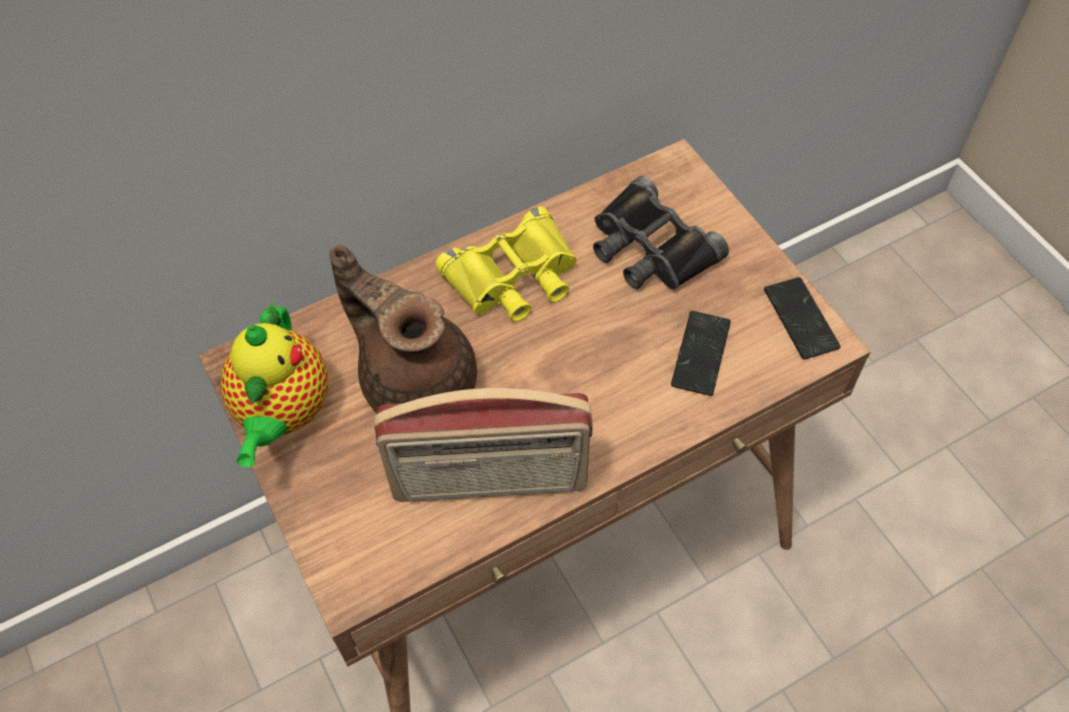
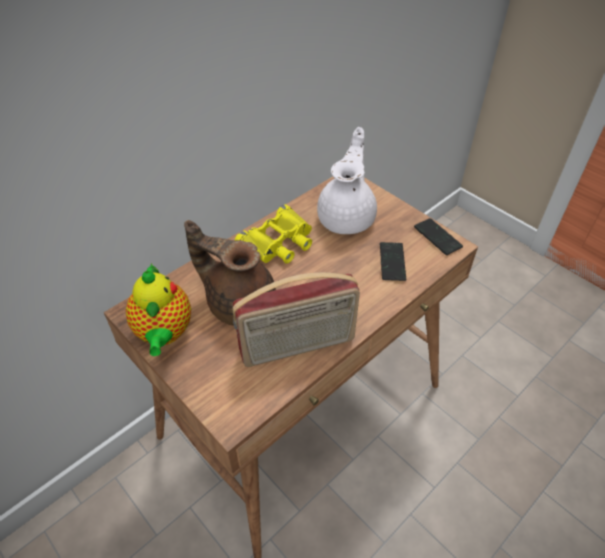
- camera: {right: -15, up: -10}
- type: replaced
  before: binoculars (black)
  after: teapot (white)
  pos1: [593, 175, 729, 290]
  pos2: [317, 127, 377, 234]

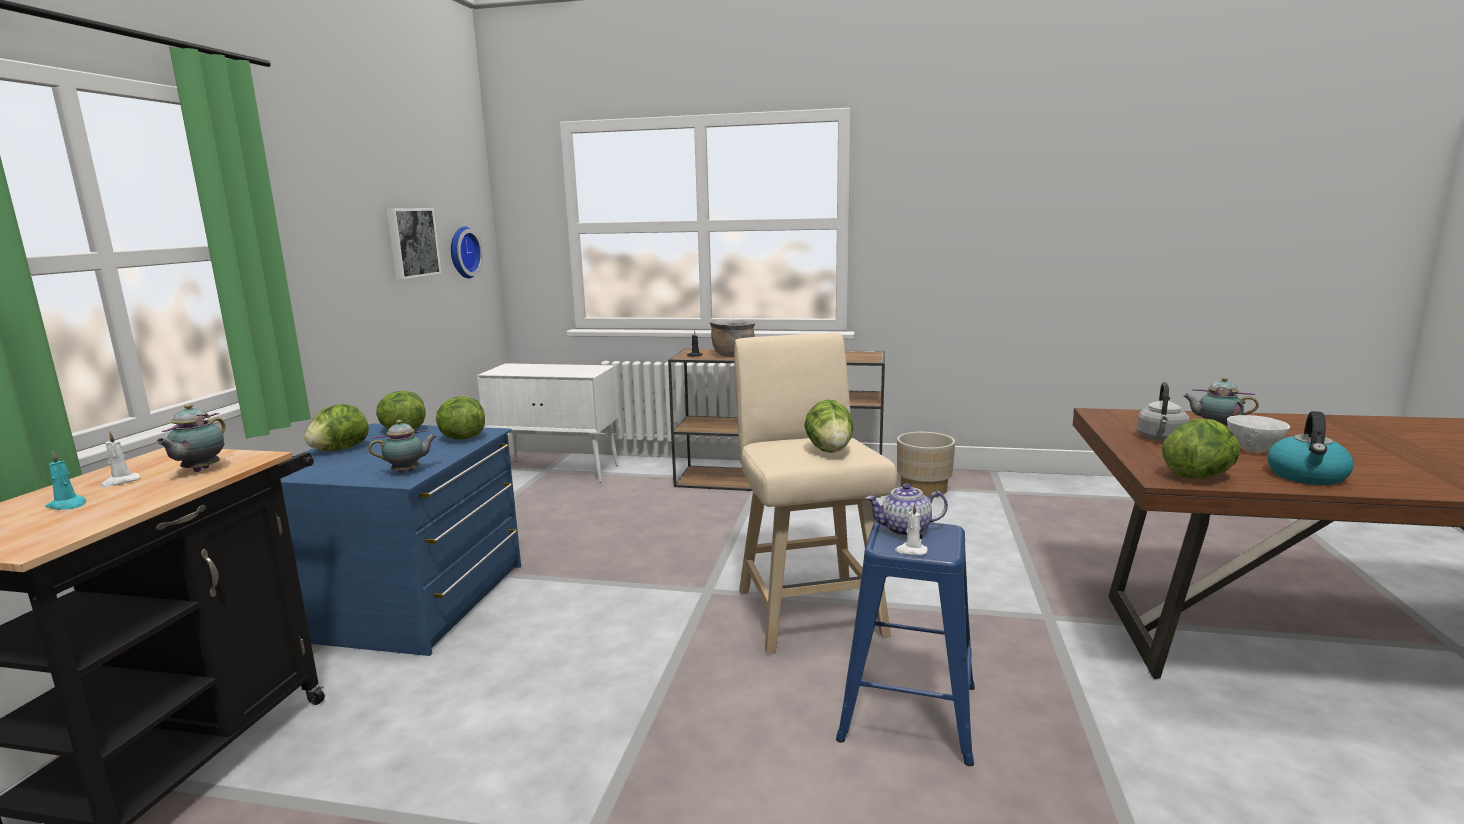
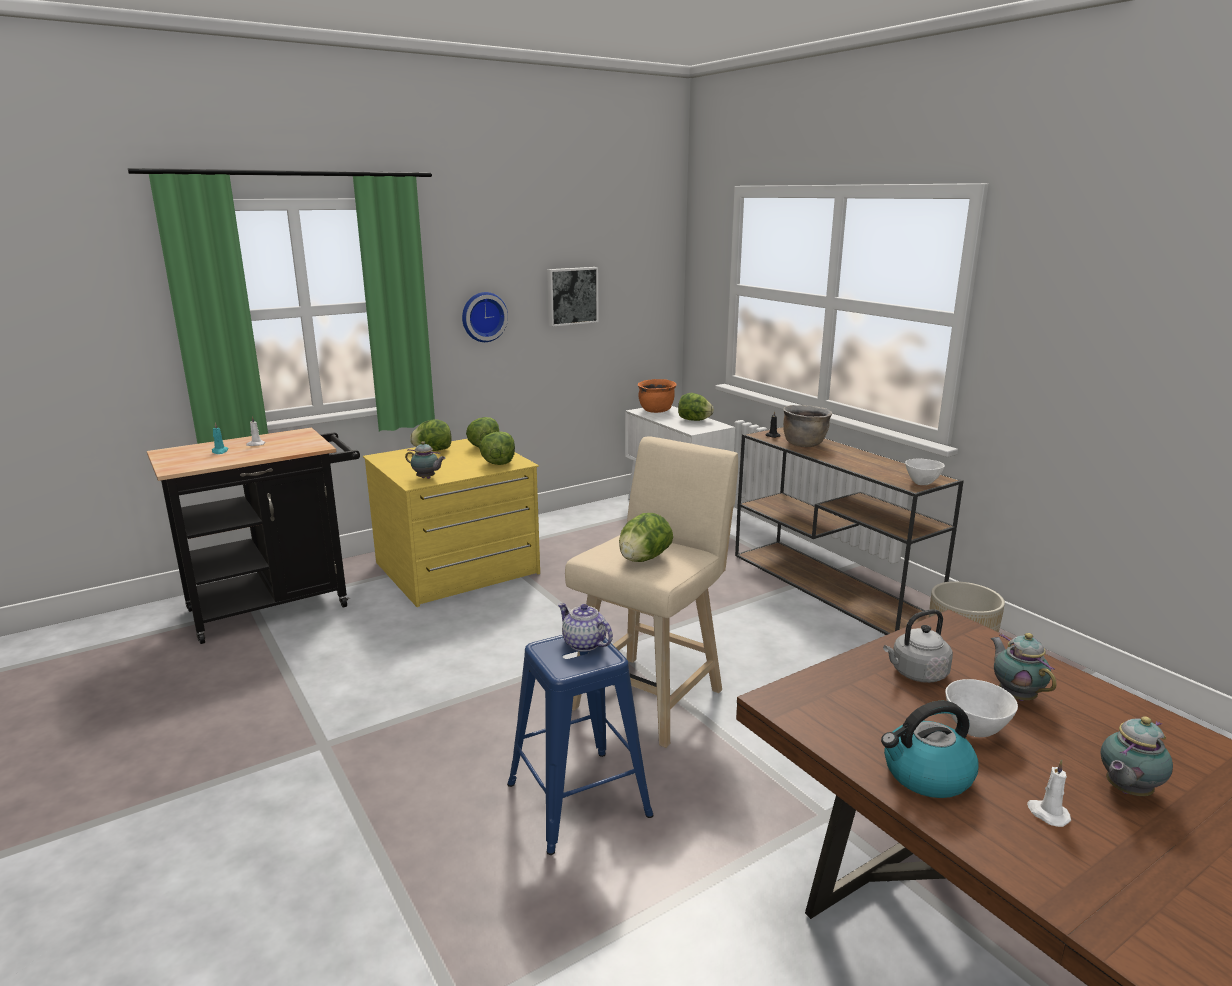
- camera: {right: 45, up: 5}
- type: moved
  before: wall clock
  pos1: [451, 226, 483, 278]
  pos2: [462, 292, 508, 342]
- type: moved
  before: teapot
  pos1: [155, 404, 225, 472]
  pos2: [1100, 716, 1173, 796]
- type: moved
  before: lettuce
  pos1: [1162, 419, 1240, 479]
  pos2: [678, 393, 714, 421]
- type: recoloured
  before: dresser (blue)
  after: dresser (yellow)
  pos1: [280, 423, 521, 656]
  pos2: [363, 439, 540, 607]
- type: moved
  before: candle (white)
  pos1: [895, 503, 928, 555]
  pos2: [1027, 760, 1071, 827]
- type: added
  after: cooking pot (orange)
  pos2: [638, 379, 677, 413]
- type: added
  after: bowl (white)
  pos2: [905, 458, 945, 485]

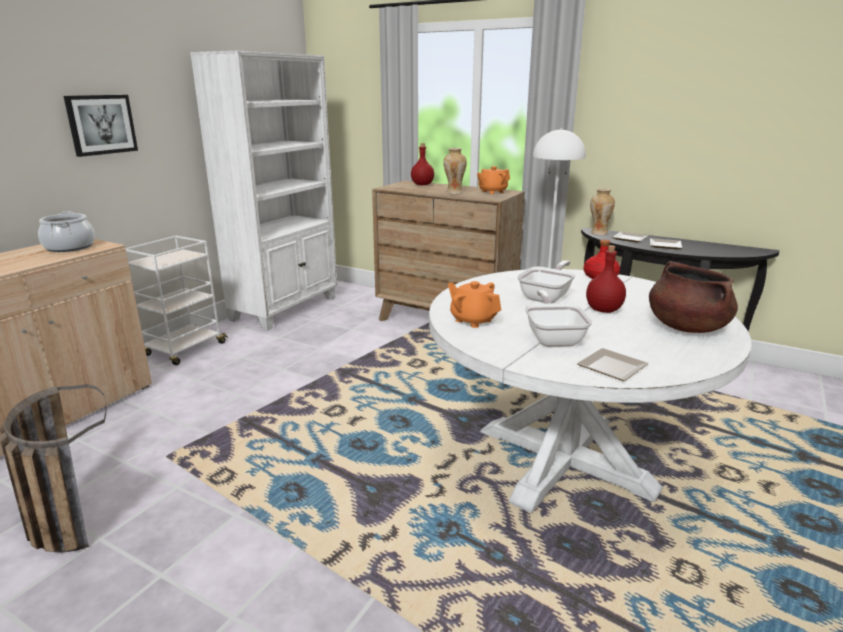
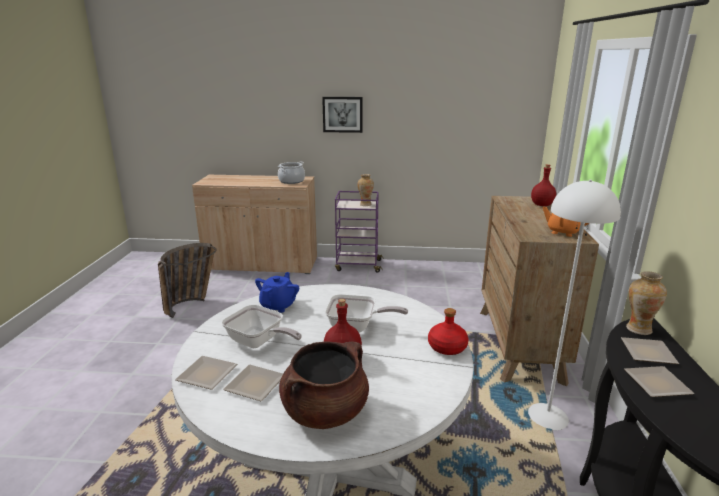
- camera: {right: 65, up: 0}
- type: removed
  before: bookcase (white)
  pos1: [190, 51, 337, 331]
- type: moved
  before: vase
  pos1: [443, 148, 467, 195]
  pos2: [357, 174, 374, 206]
- type: recoloured
  before: cart (white)
  after: cart (purple)
  pos1: [126, 236, 228, 365]
  pos2: [335, 191, 383, 273]
- type: recoloured
  before: teapot (orange)
  after: teapot (blue)
  pos1: [448, 281, 501, 328]
  pos2: [255, 272, 299, 313]
- type: turned
  before: frying pan
  pos1: [525, 290, 593, 347]
  pos2: [221, 305, 302, 348]
  turn: 60
- type: added
  after: plate
  pos2: [223, 364, 283, 401]

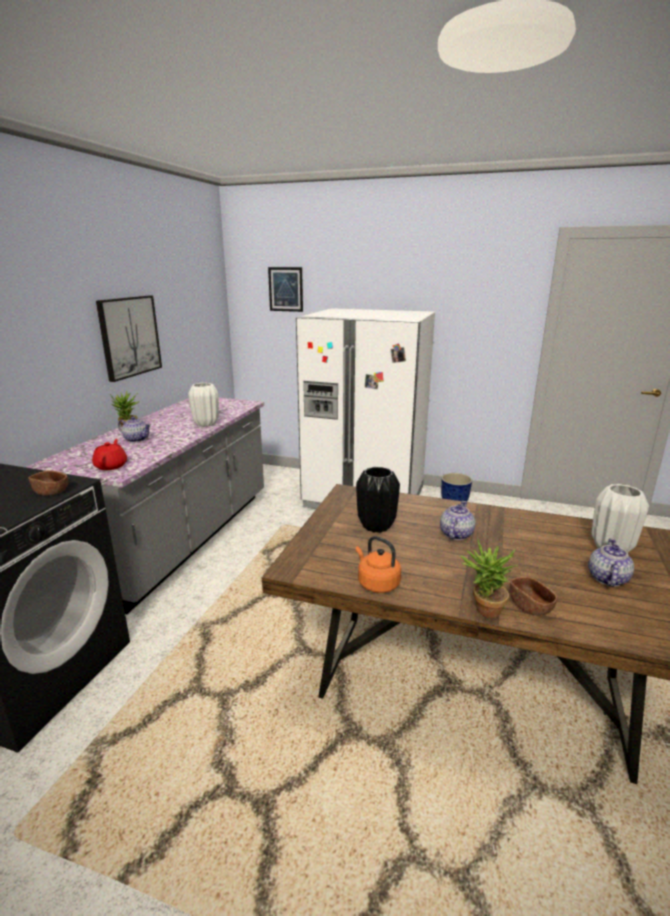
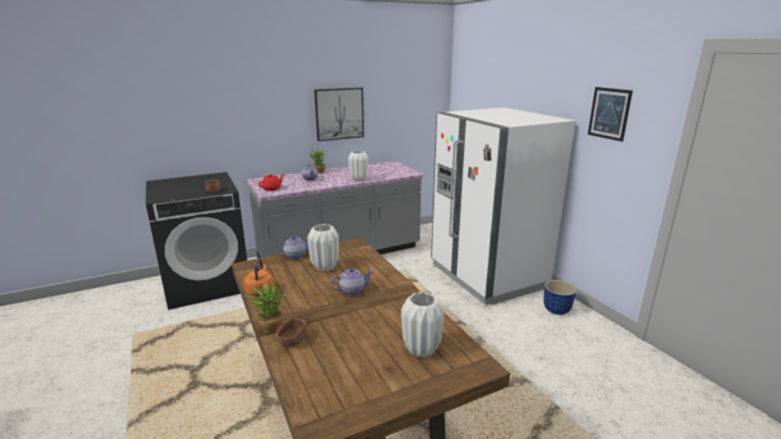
- camera: {right: 45, up: 0}
- type: moved
  before: picture
  pos1: [268, 267, 303, 312]
  pos2: [588, 87, 633, 142]
- type: recoloured
  before: vase (black)
  after: vase (white)
  pos1: [356, 467, 400, 533]
  pos2: [307, 224, 339, 271]
- type: moved
  before: teapot
  pos1: [588, 538, 634, 587]
  pos2: [275, 236, 309, 260]

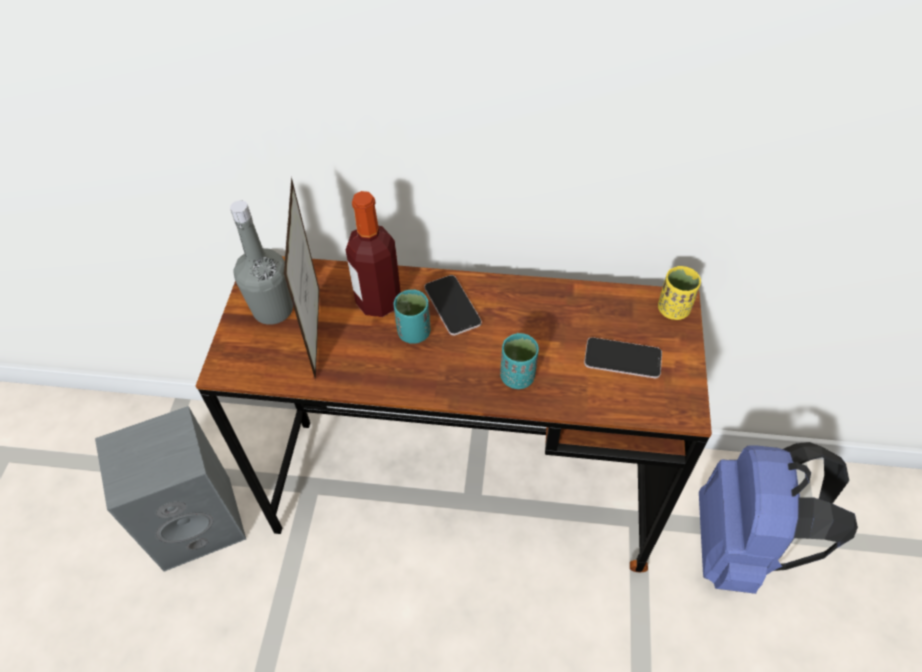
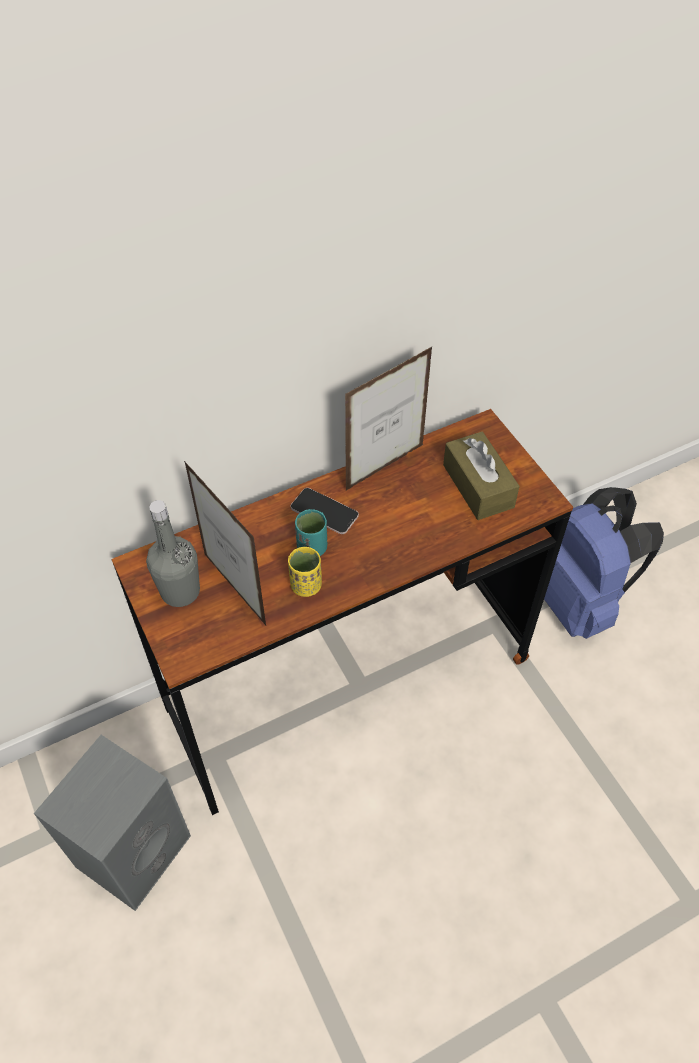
- camera: {right: -35, up: 0}
- type: removed
  before: bottle
  pos1: [346, 191, 401, 317]
- type: moved
  before: cup (yellow)
  pos1: [658, 266, 701, 320]
  pos2: [288, 547, 322, 597]
- type: removed
  before: cup (turquoise)
  pos1: [500, 333, 539, 389]
- type: replaced
  before: phone
  after: tissue box (brown)
  pos1: [584, 337, 662, 378]
  pos2: [443, 432, 520, 520]
- type: added
  after: picture frame
  pos2: [345, 347, 432, 490]

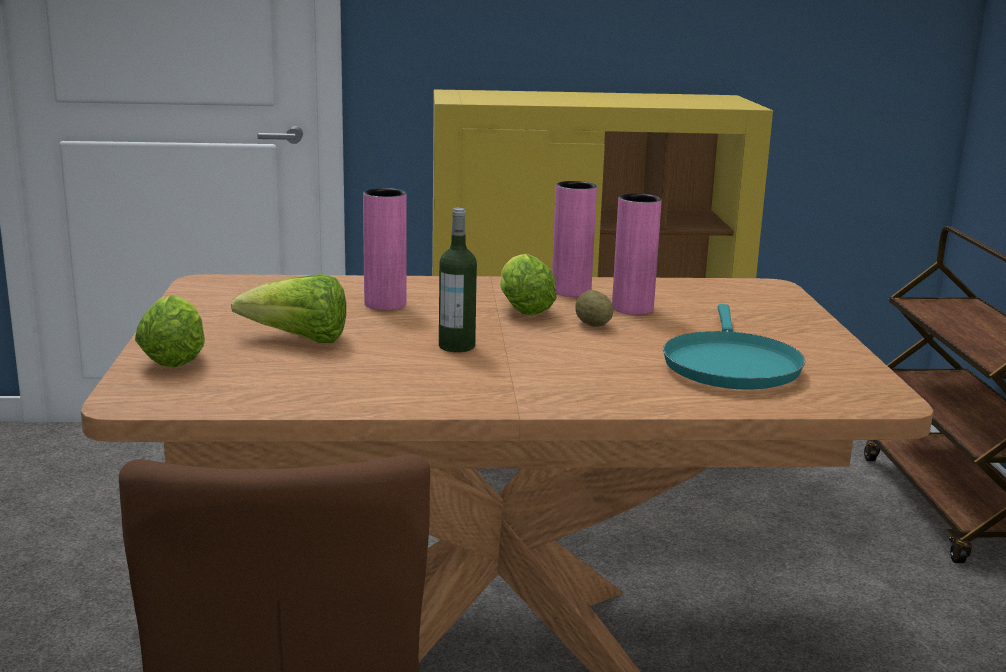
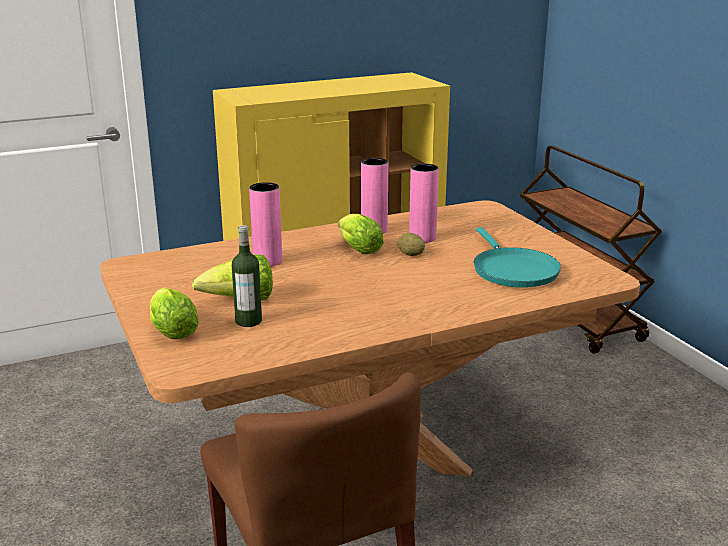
- camera: {right: -20, up: 5}
- type: moved
  before: bottle
  pos1: [439, 208, 477, 352]
  pos2: [232, 225, 262, 327]

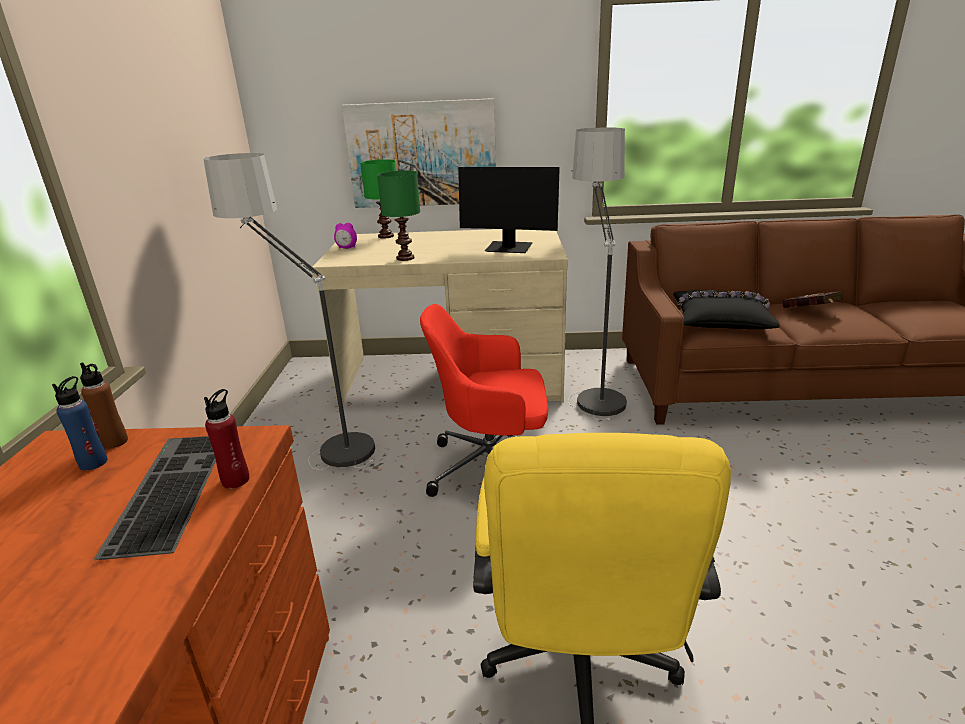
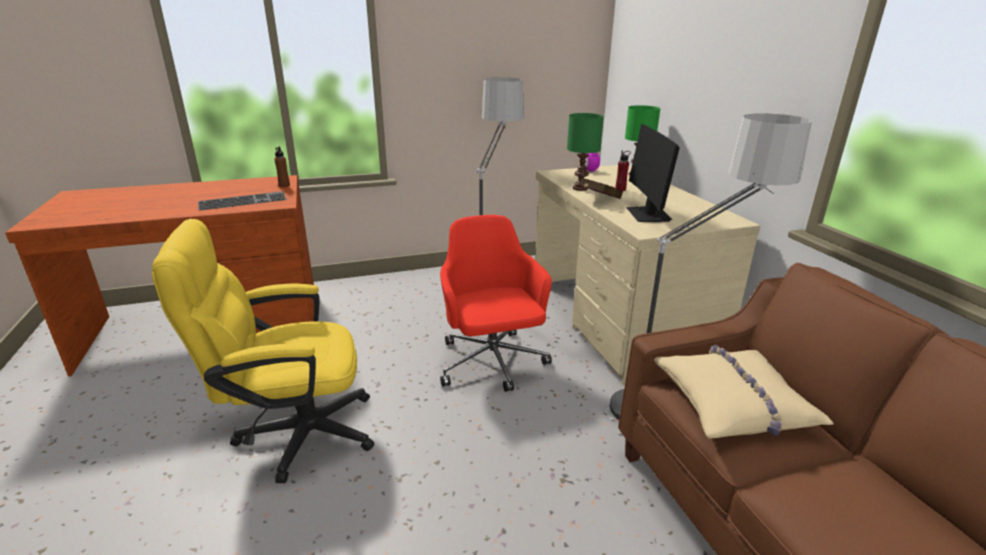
- camera: {right: 70, up: 0}
- type: removed
  before: picture
  pos1: [342, 98, 496, 208]
- type: recoloured
  before: pillow (black)
  after: pillow (beige)
  pos1: [673, 290, 780, 329]
  pos2: [654, 345, 834, 439]
- type: moved
  before: book (red)
  pos1: [782, 291, 844, 308]
  pos2: [579, 178, 623, 199]
- type: removed
  before: bottle (blue)
  pos1: [52, 376, 108, 471]
- type: moved
  before: bottle (red)
  pos1: [204, 389, 250, 489]
  pos2: [615, 151, 631, 191]

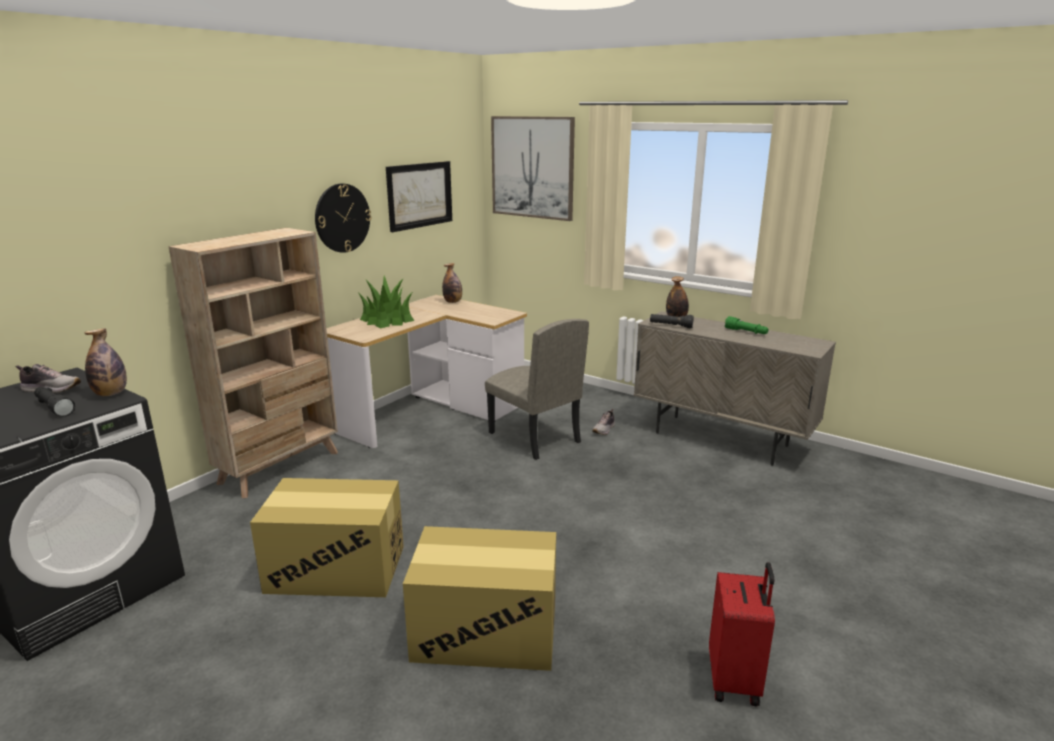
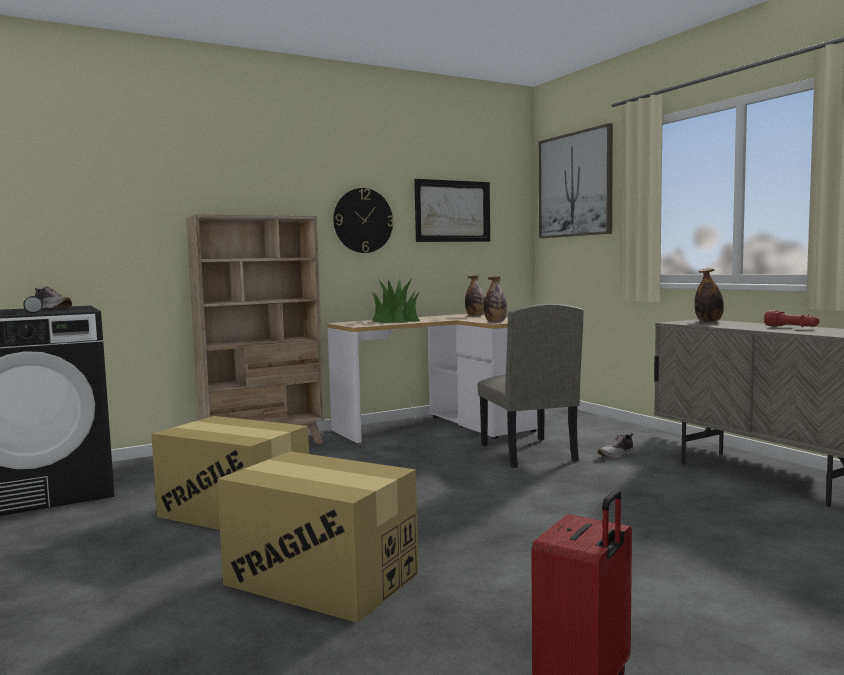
- camera: {right: 25, up: -15}
- type: removed
  before: flashlight (black)
  pos1: [650, 314, 694, 328]
- type: recoloured
  before: flashlight (green)
  after: flashlight (red)
  pos1: [725, 316, 768, 334]
  pos2: [764, 310, 819, 327]
- type: moved
  before: bottle
  pos1: [84, 329, 127, 396]
  pos2: [484, 276, 507, 322]

